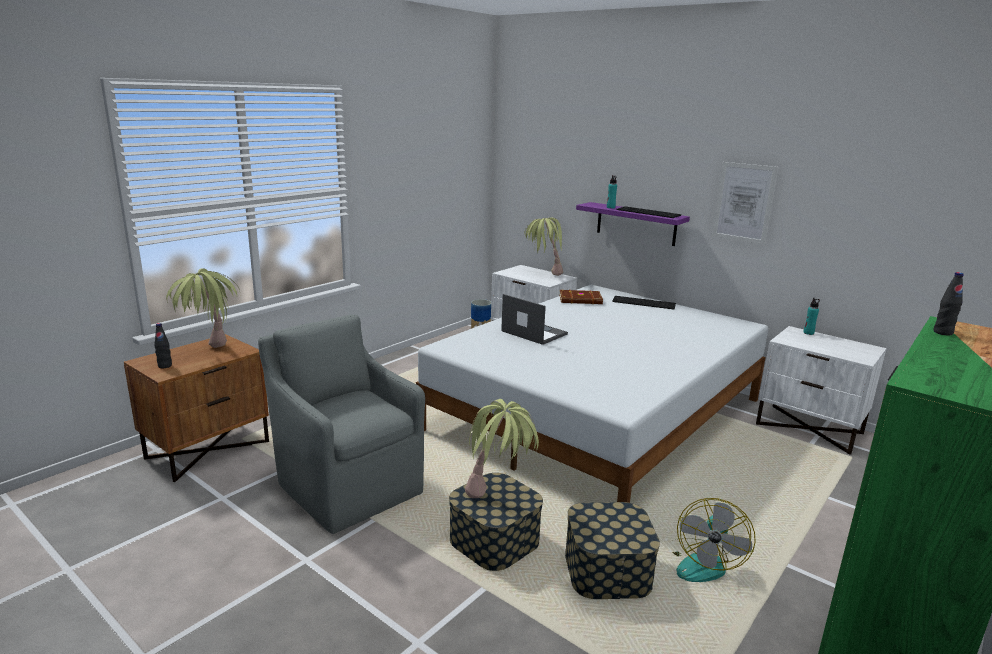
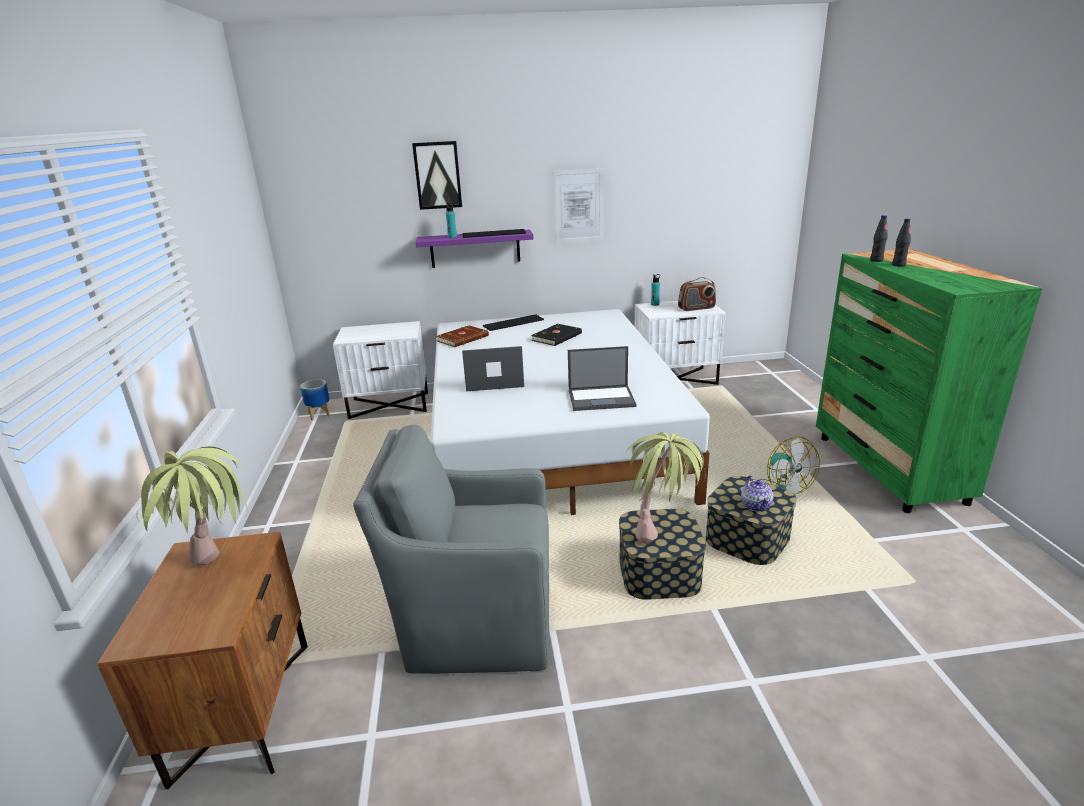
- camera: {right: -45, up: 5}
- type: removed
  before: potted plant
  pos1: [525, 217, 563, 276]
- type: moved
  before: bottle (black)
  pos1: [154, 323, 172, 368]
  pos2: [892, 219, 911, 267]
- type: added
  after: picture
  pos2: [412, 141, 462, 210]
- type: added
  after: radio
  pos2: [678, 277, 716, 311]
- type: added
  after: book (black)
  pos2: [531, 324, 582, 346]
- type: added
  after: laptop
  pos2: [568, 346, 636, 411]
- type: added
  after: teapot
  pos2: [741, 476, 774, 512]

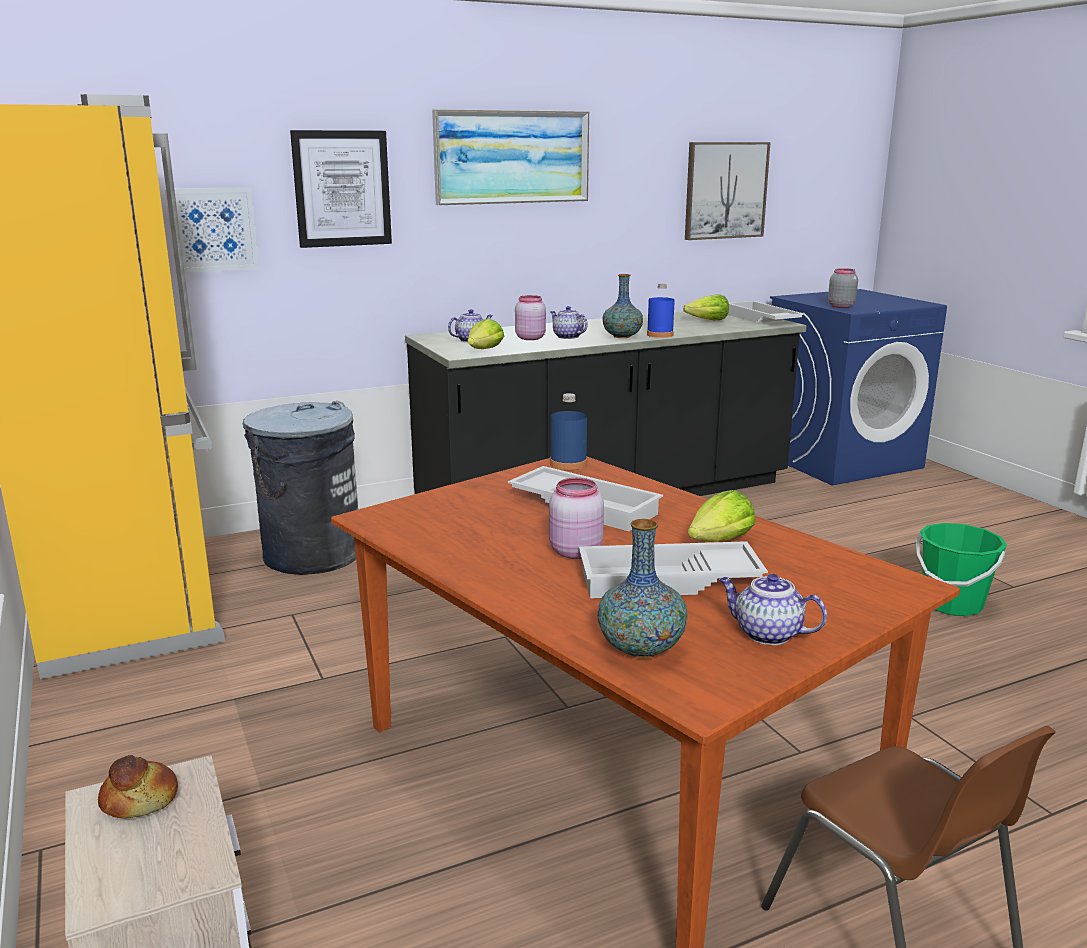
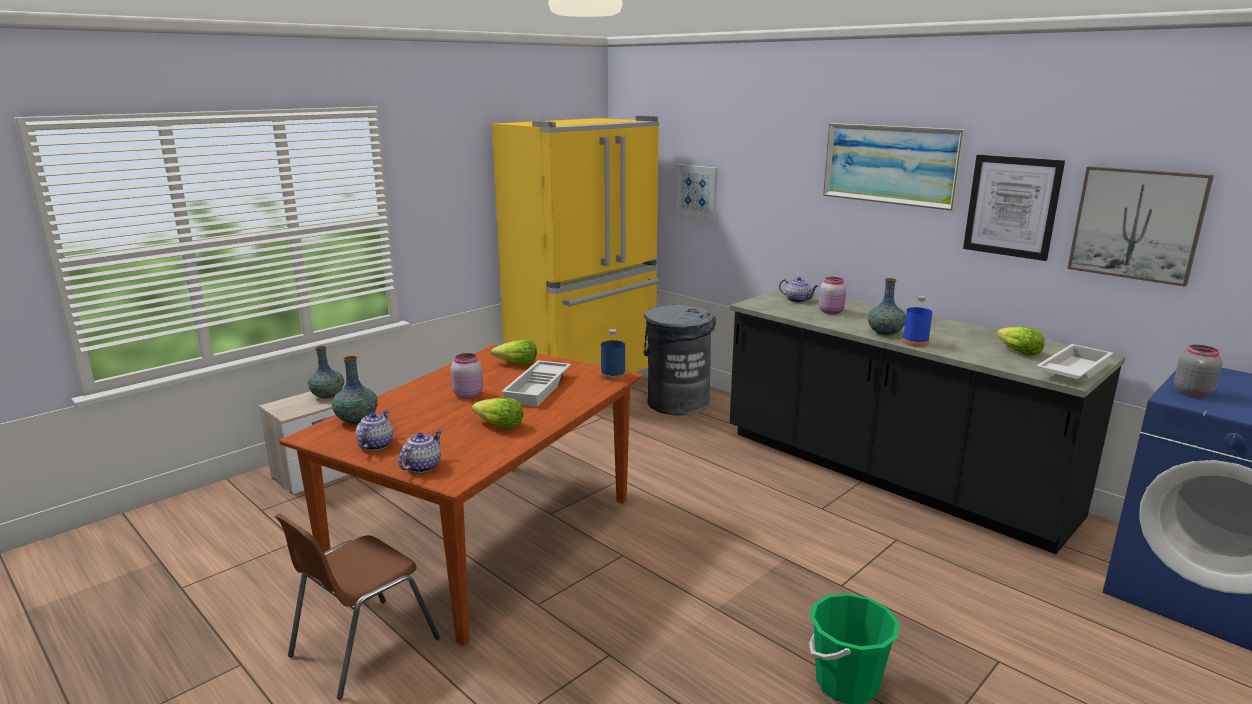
- camera: {right: 70, up: 0}
- type: moved
  before: picture
  pos1: [290, 130, 392, 248]
  pos2: [963, 155, 1065, 261]
- type: moved
  before: teapot
  pos1: [550, 306, 588, 339]
  pos2: [398, 430, 442, 473]
- type: moved
  before: lettuce
  pos1: [468, 318, 504, 349]
  pos2: [491, 340, 537, 364]
- type: removed
  before: tray (white)
  pos1: [579, 541, 768, 598]
- type: replaced
  before: bread
  after: vase
  pos1: [98, 755, 178, 818]
  pos2: [308, 346, 344, 399]

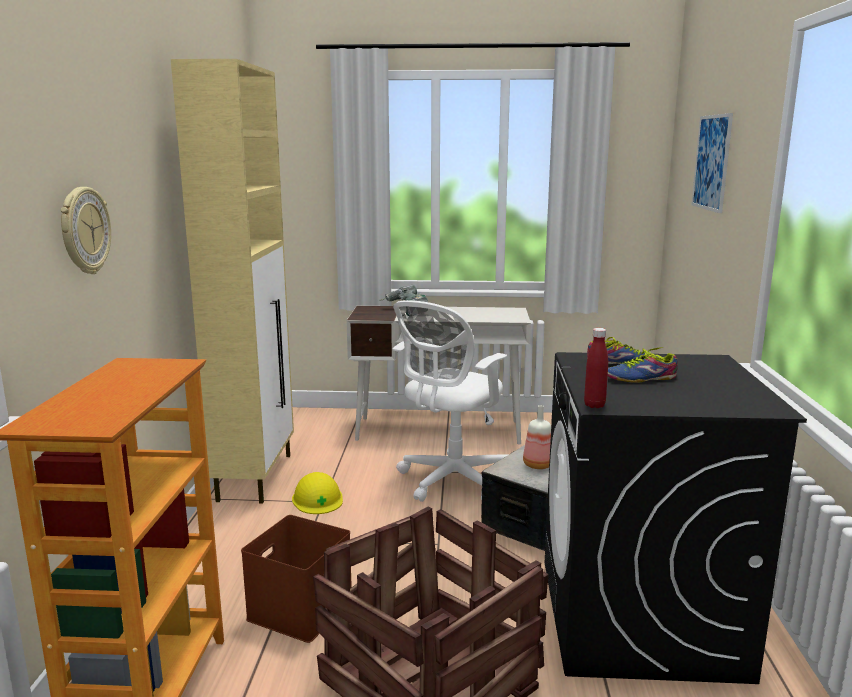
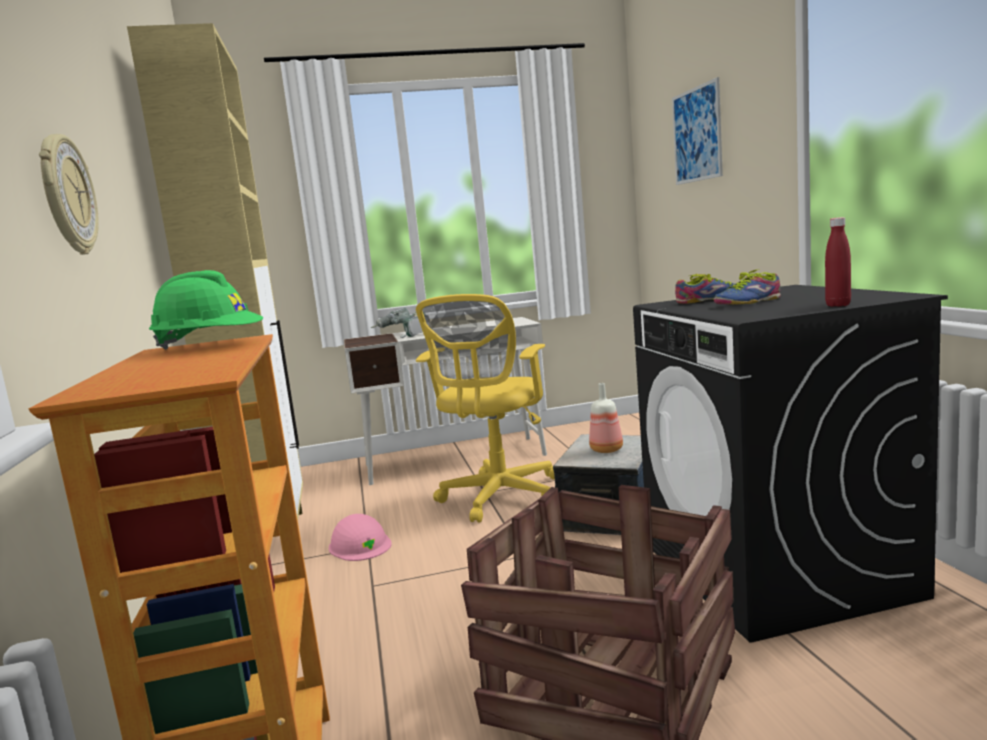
- camera: {right: -15, up: -5}
- type: recoloured
  before: office chair (white)
  after: office chair (yellow)
  pos1: [393, 300, 508, 502]
  pos2: [416, 294, 555, 523]
- type: moved
  before: bottle (red)
  pos1: [584, 328, 608, 408]
  pos2: [825, 217, 851, 307]
- type: recoloured
  before: hard hat (yellow)
  after: hard hat (pink)
  pos1: [292, 472, 343, 514]
  pos2: [329, 514, 392, 561]
- type: removed
  before: storage box (brown)
  pos1: [241, 515, 352, 643]
- type: added
  after: hard hat (green)
  pos2: [149, 270, 263, 350]

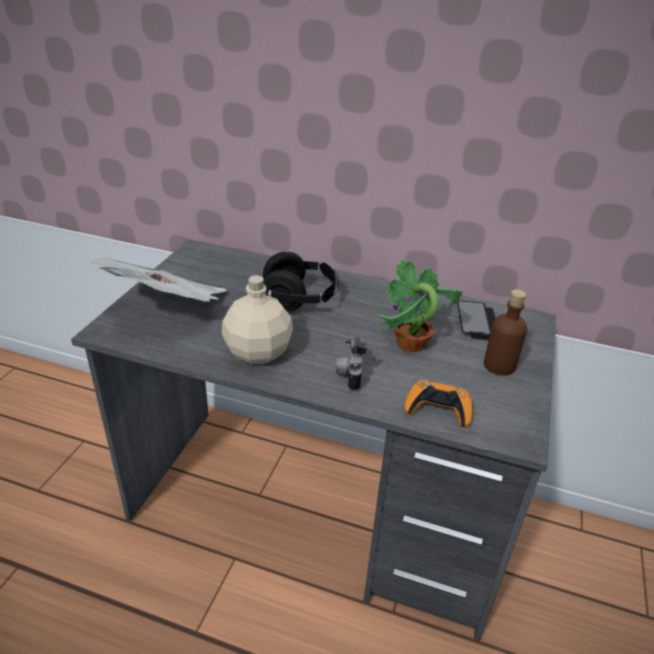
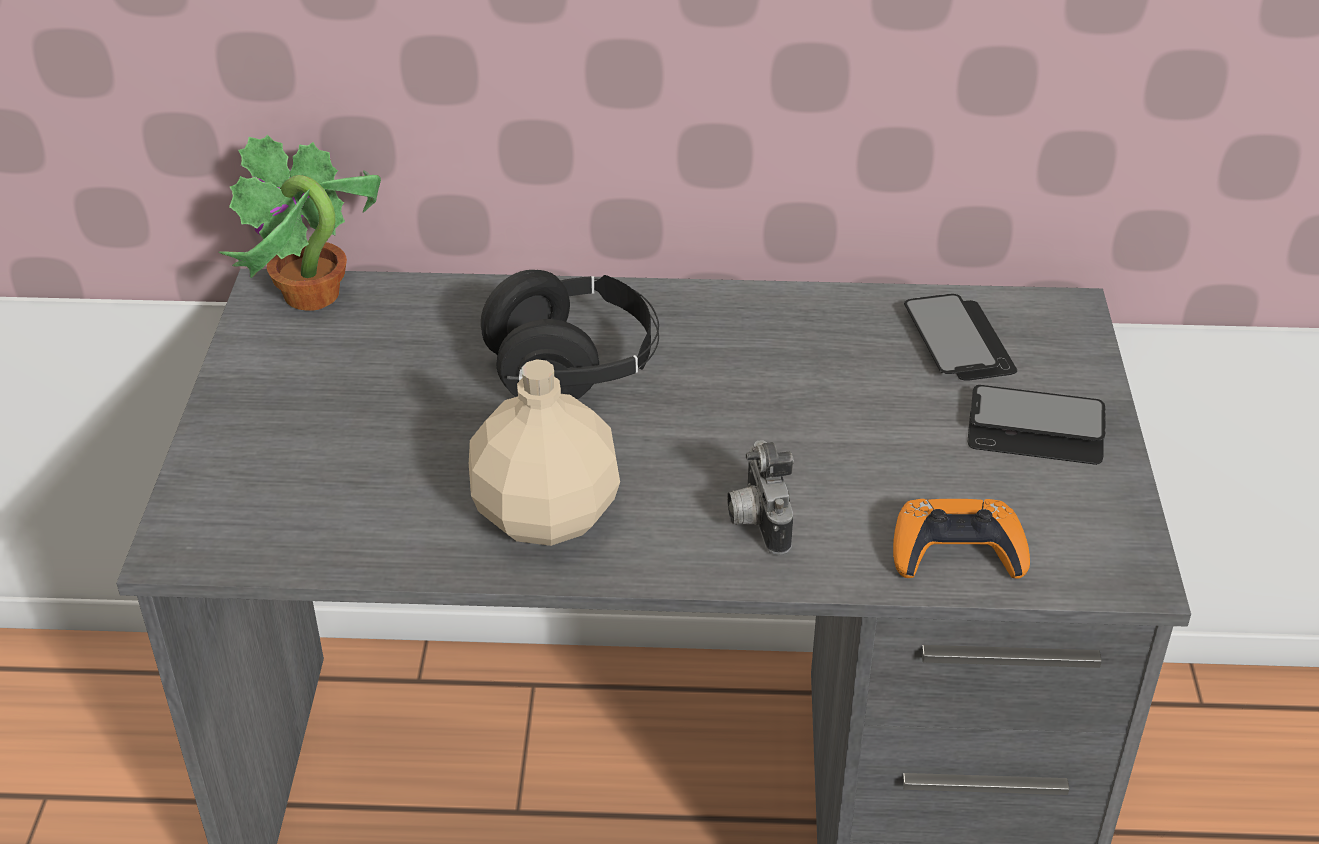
- camera: {right: -15, up: 5}
- type: removed
  before: newspaper
  pos1: [90, 258, 227, 302]
- type: moved
  before: potted plant
  pos1: [376, 259, 462, 352]
  pos2: [218, 135, 381, 311]
- type: replaced
  before: bottle (brown)
  after: phone
  pos1: [484, 290, 527, 376]
  pos2: [967, 385, 1106, 465]

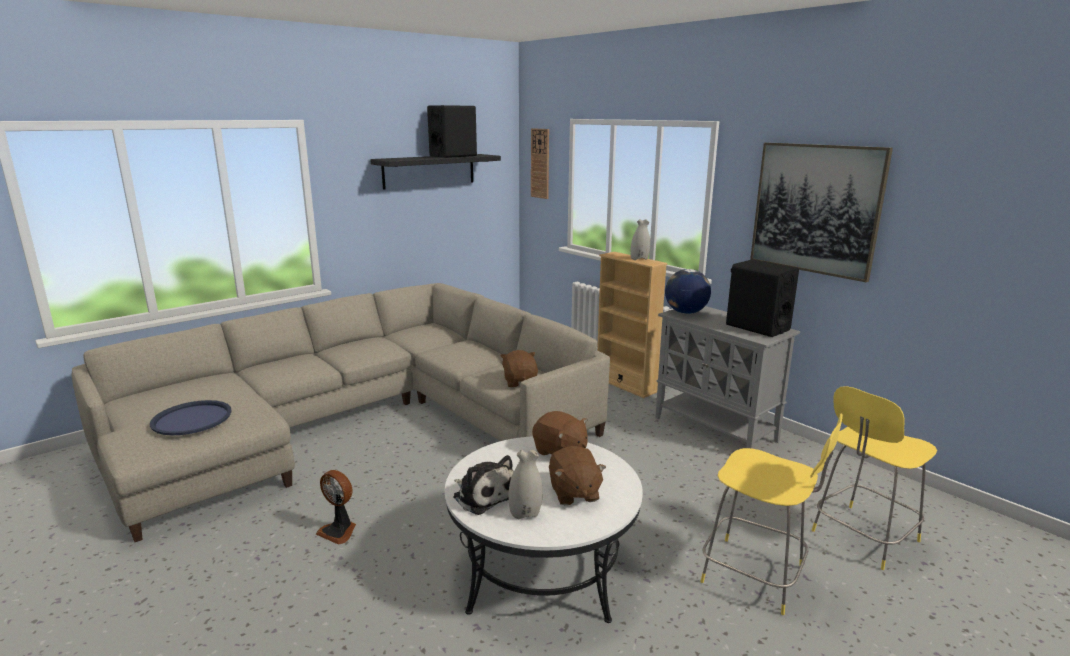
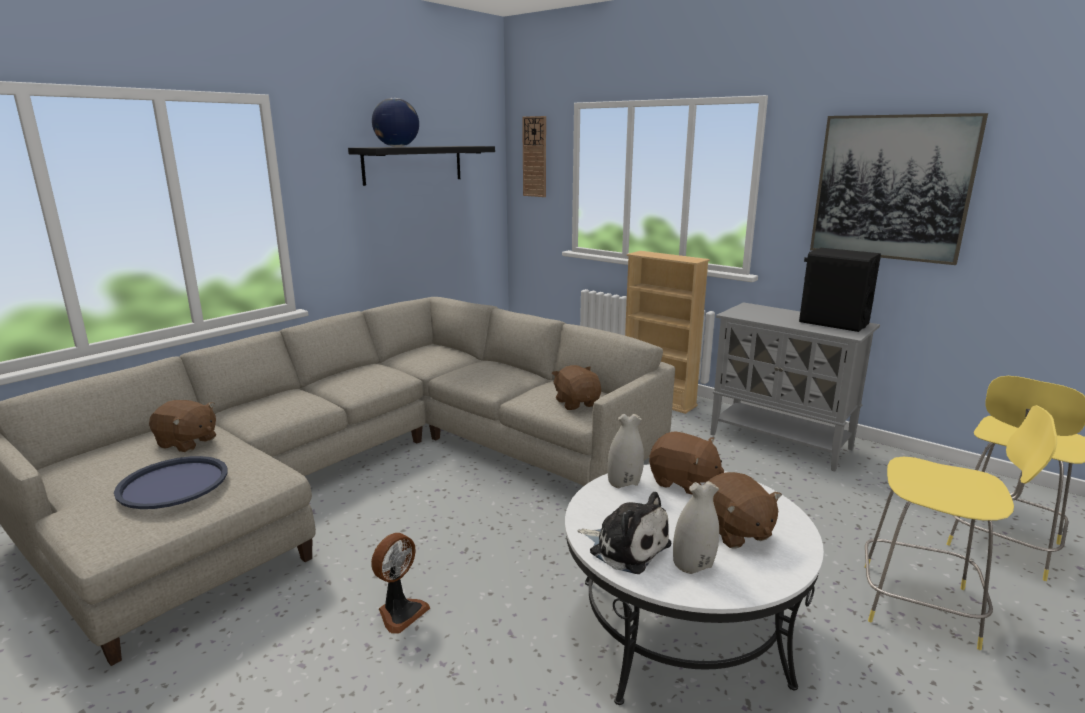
- camera: {right: -10, up: 0}
- type: removed
  before: speaker (black)
  pos1: [427, 105, 477, 158]
- type: moved
  before: vase (white)
  pos1: [631, 219, 650, 260]
  pos2: [607, 414, 644, 489]
- type: moved
  before: globe
  pos1: [665, 269, 711, 314]
  pos2: [372, 98, 419, 147]
- type: turned
  before: fan
  pos1: [316, 470, 356, 545]
  pos2: [371, 533, 430, 634]
  turn: -75
- type: added
  after: plush toy (brown)
  pos2: [149, 400, 216, 452]

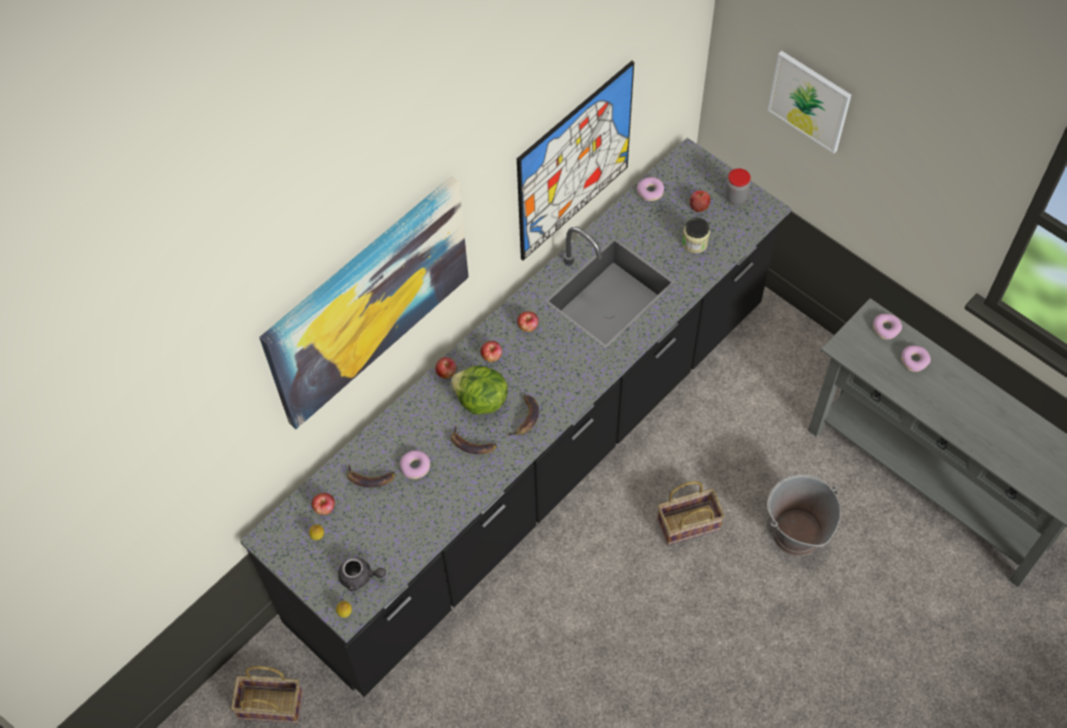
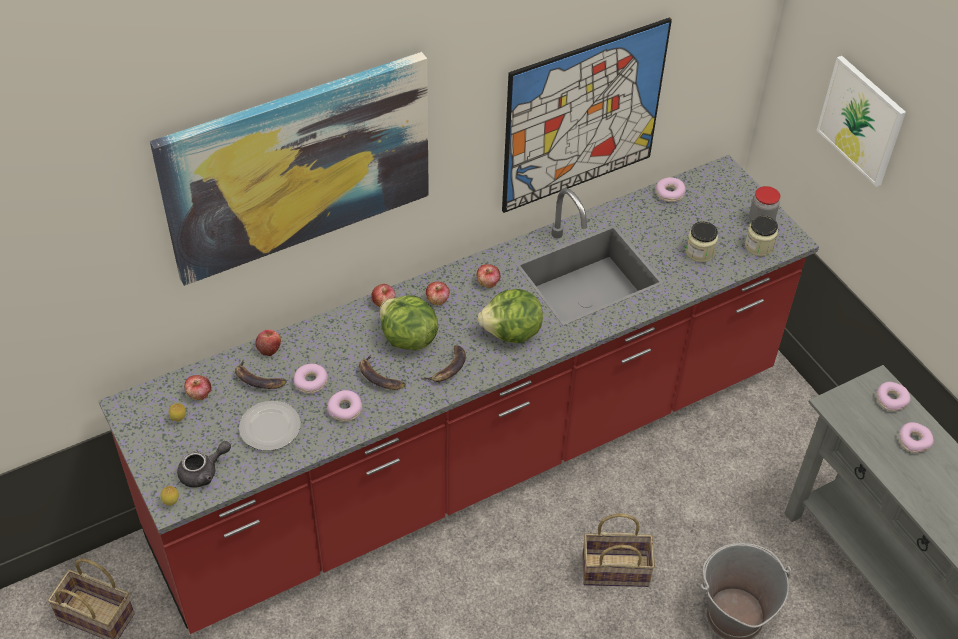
- camera: {right: 15, up: -10}
- type: recoloured
  before: counter (black)
  after: counter (red)
  pos1: [240, 138, 791, 697]
  pos2: [98, 155, 819, 634]
- type: moved
  before: apple
  pos1: [690, 190, 710, 212]
  pos2: [255, 329, 281, 356]
- type: turned
  before: teapot (grey)
  pos1: [338, 557, 386, 592]
  pos2: [177, 441, 231, 488]
  turn: -60
- type: added
  after: jar
  pos2: [745, 215, 778, 256]
- type: added
  after: lettuce
  pos2: [478, 289, 543, 343]
- type: added
  after: donut
  pos2: [327, 390, 362, 421]
- type: added
  after: plate
  pos2: [239, 401, 301, 451]

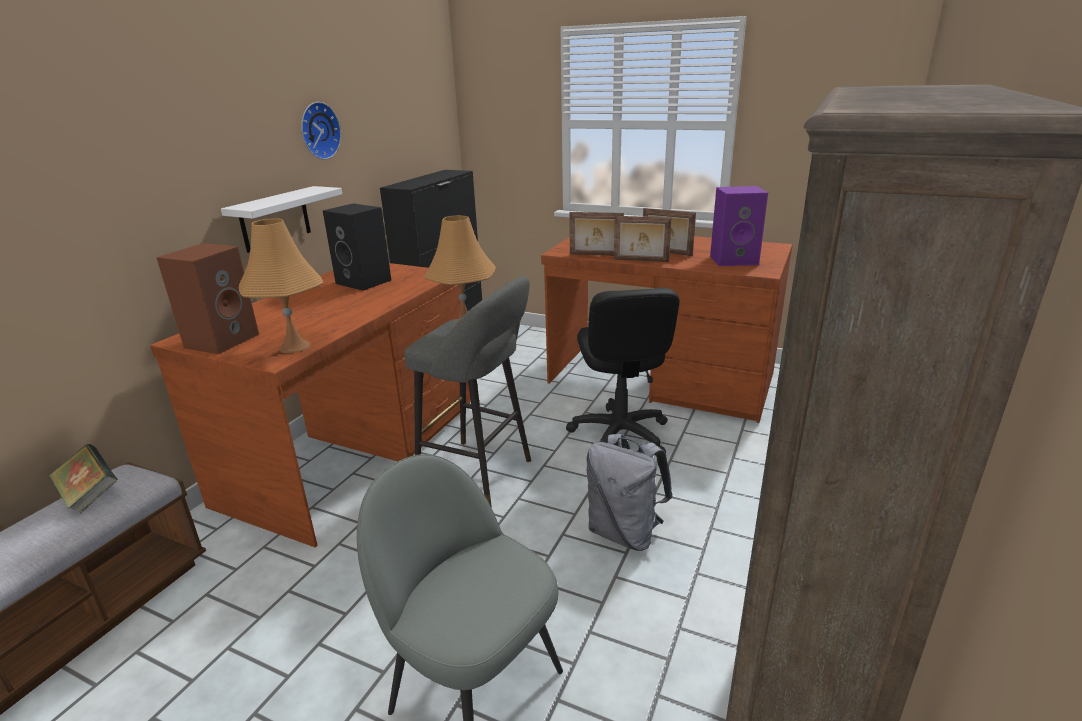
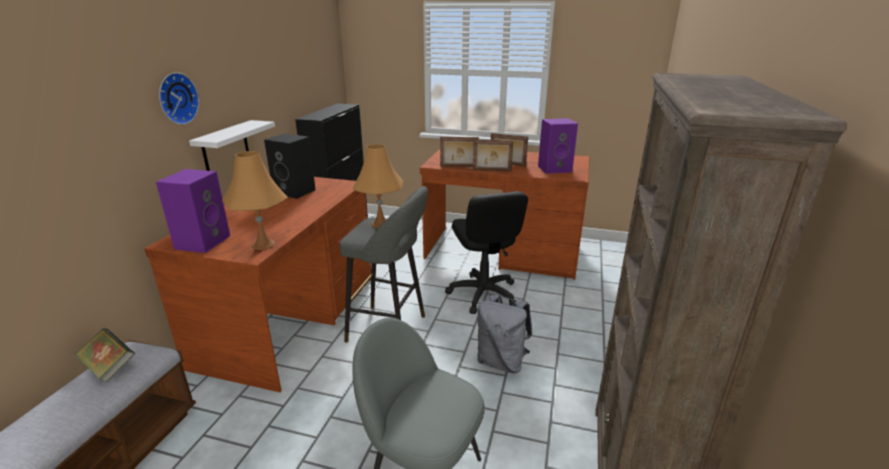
- camera: {right: -10, up: 0}
- type: moved
  before: wall clock
  pos1: [301, 102, 341, 160]
  pos2: [159, 72, 199, 125]
- type: recoloured
  before: speaker (brown)
  after: speaker (purple)
  pos1: [156, 243, 259, 354]
  pos2: [156, 169, 230, 253]

